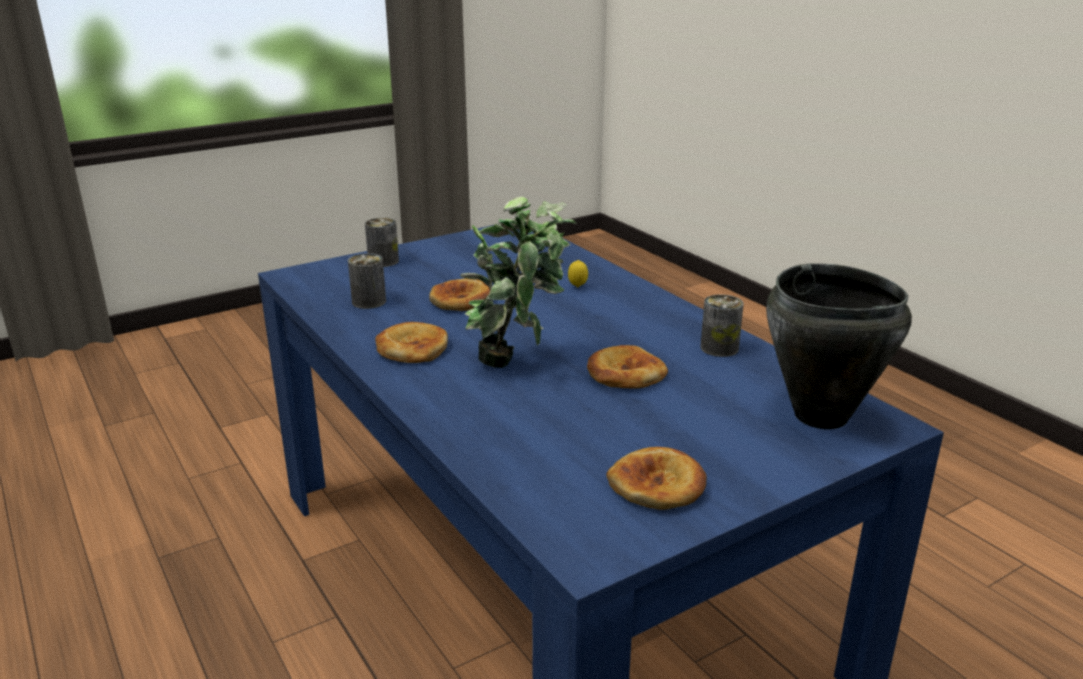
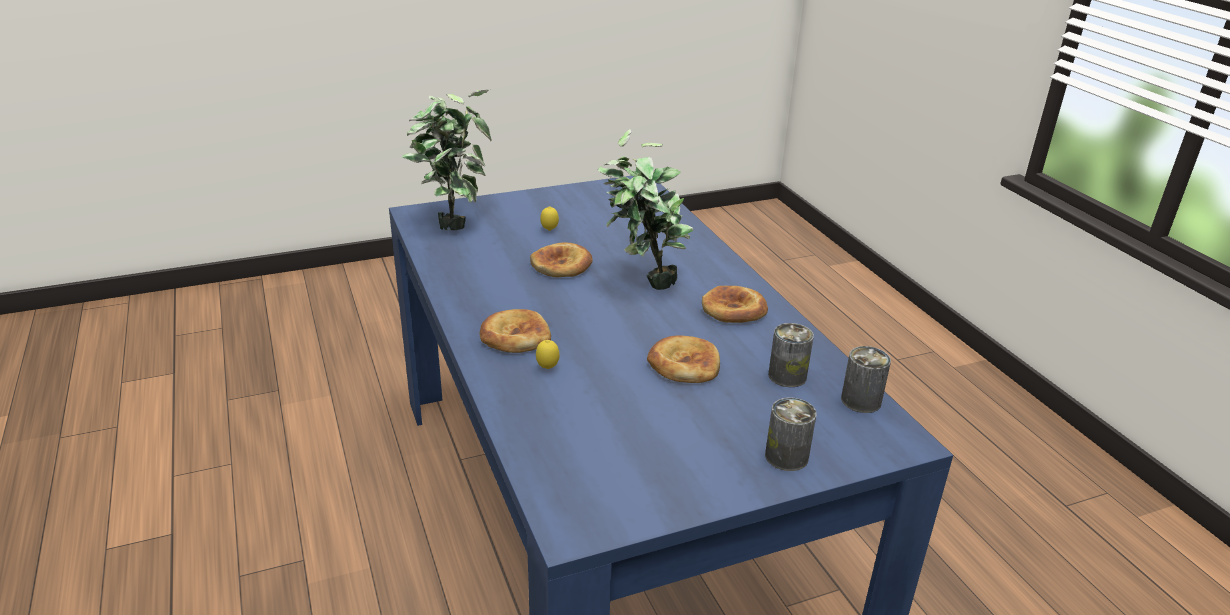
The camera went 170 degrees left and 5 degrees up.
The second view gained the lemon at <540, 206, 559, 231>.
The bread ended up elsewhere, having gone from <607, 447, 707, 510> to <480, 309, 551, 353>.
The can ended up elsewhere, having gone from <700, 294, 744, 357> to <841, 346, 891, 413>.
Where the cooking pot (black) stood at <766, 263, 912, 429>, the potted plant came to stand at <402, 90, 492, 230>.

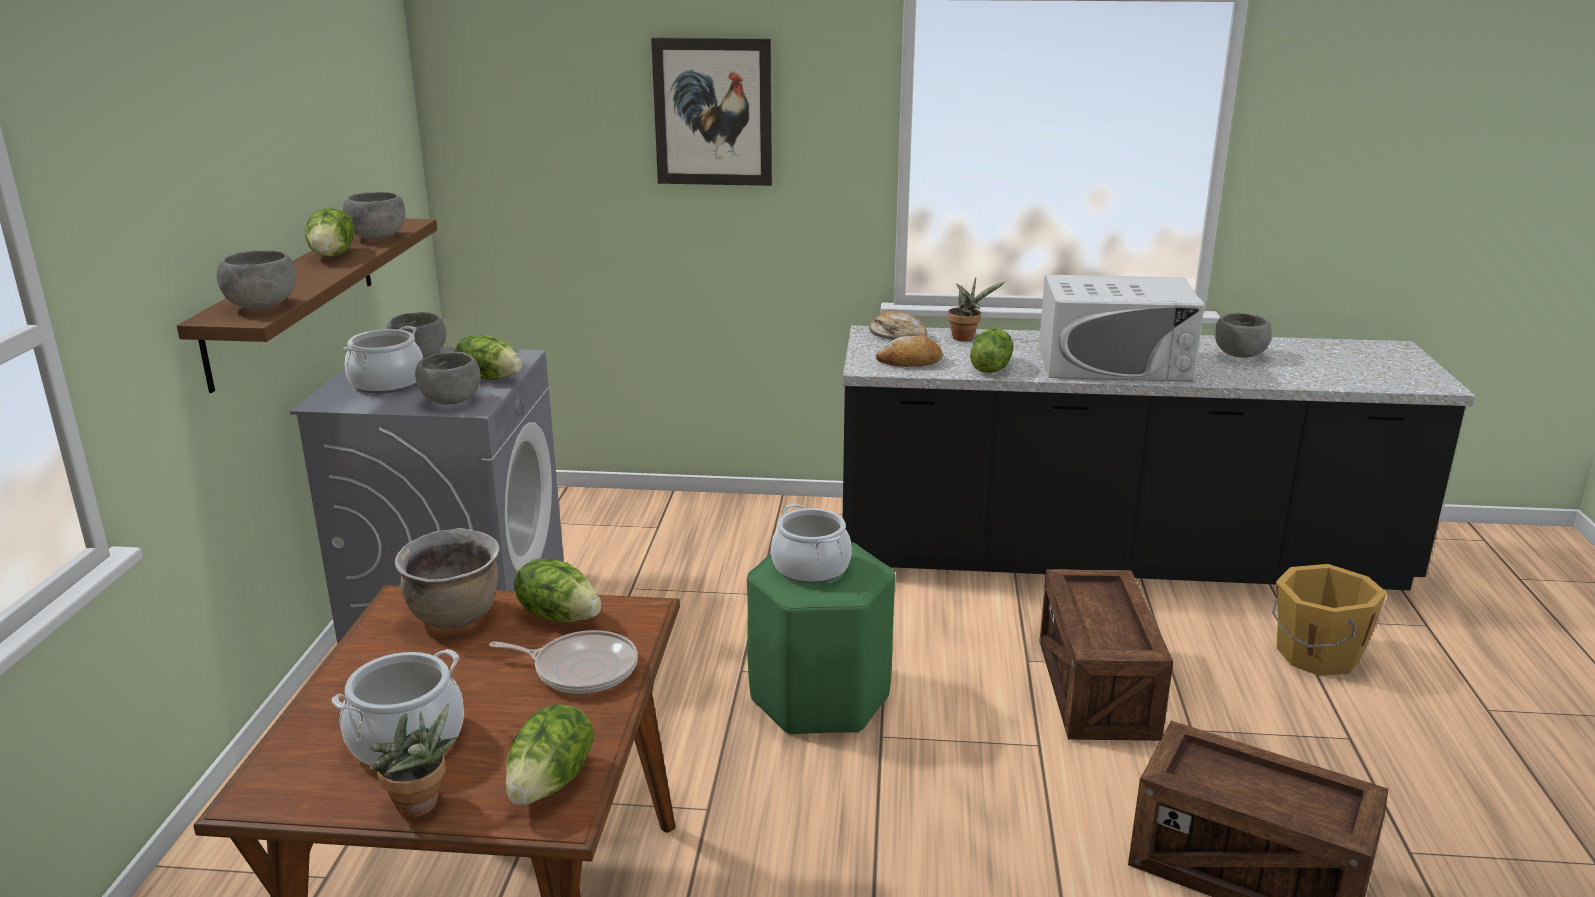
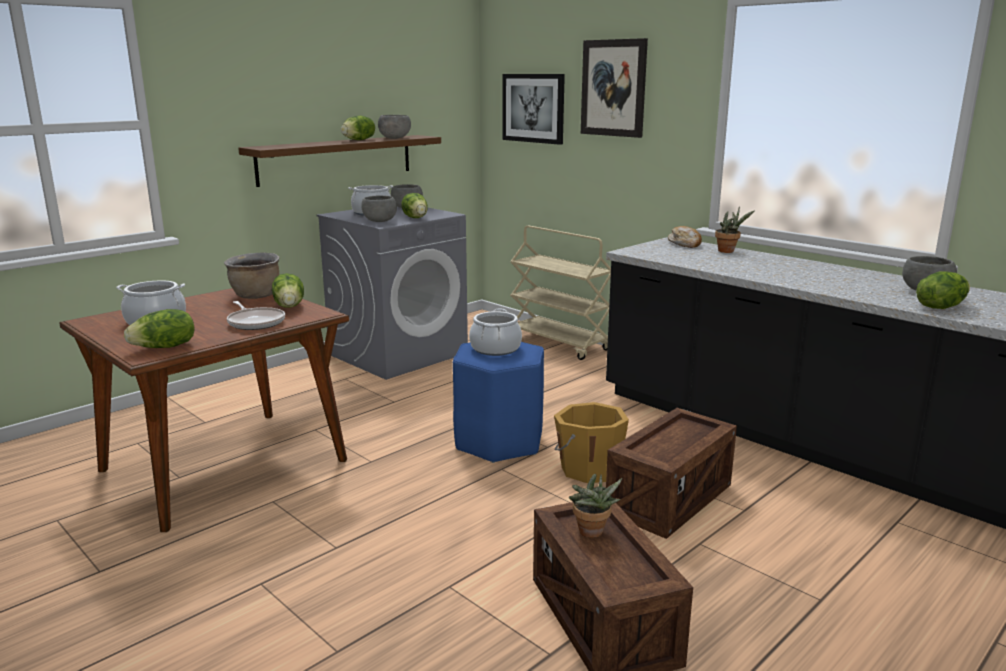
The camera went 40 degrees right and 5 degrees down.
The second view lost the bowl (grey) at <217, 250, 296, 309>.
The second view lost the bread at <876, 336, 943, 367>.
The second view lost the microwave (white) at <1039, 275, 1204, 382>.
The second view gained the picture at <502, 74, 565, 145>.
The second view gained the cart (beige) at <510, 225, 611, 360>.
The potted plant ended up elsewhere, having gone from <370, 703, 457, 817> to <569, 474, 622, 538>.
The lettuce ended up elsewhere, having gone from <970, 328, 1013, 373> to <916, 272, 970, 309>.
The bucket (orange) ended up elsewhere, having gone from <1272, 564, 1387, 676> to <554, 402, 629, 483>.
What was the stool (green) at <747, 542, 895, 735> turned into the stool (blue) at <453, 342, 544, 463>.

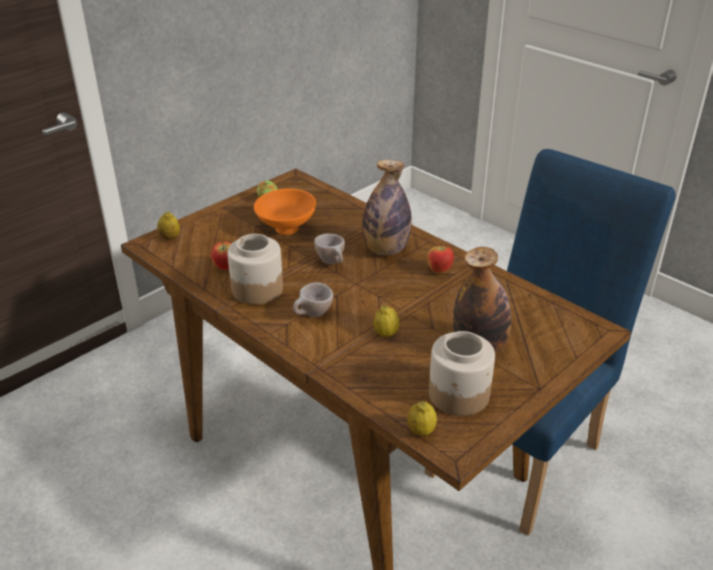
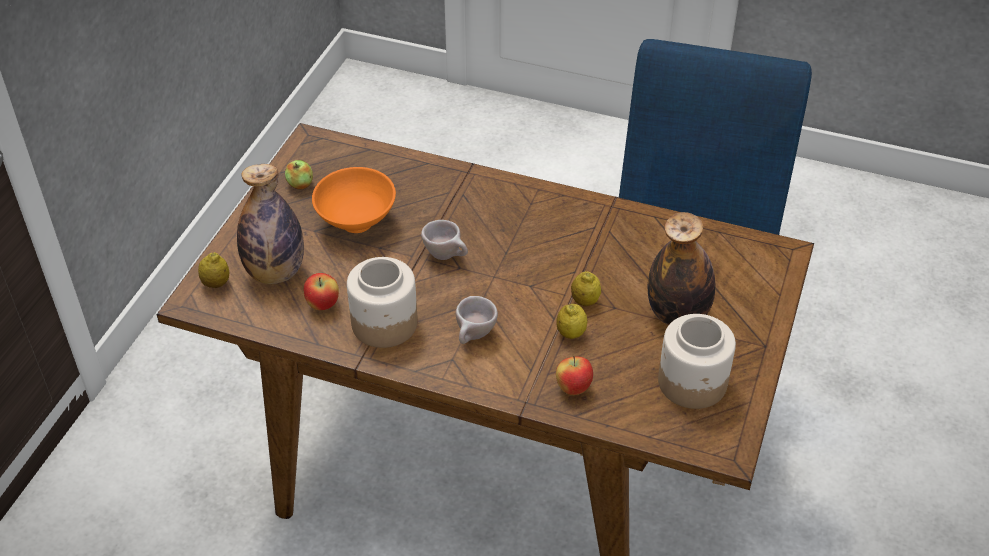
The camera went 25 degrees left and 10 degrees up.
The bottle ended up elsewhere, having gone from <362, 160, 412, 255> to <237, 164, 304, 284>.
The lemon ended up elsewhere, having gone from <407, 401, 437, 436> to <571, 271, 601, 306>.
The apple ended up elsewhere, having gone from <427, 242, 454, 274> to <556, 356, 593, 395>.

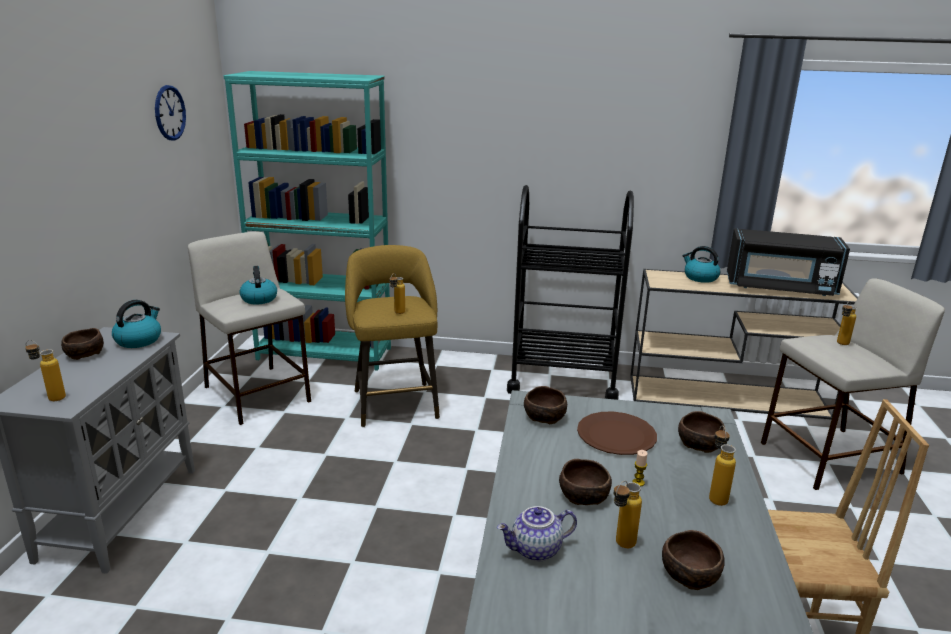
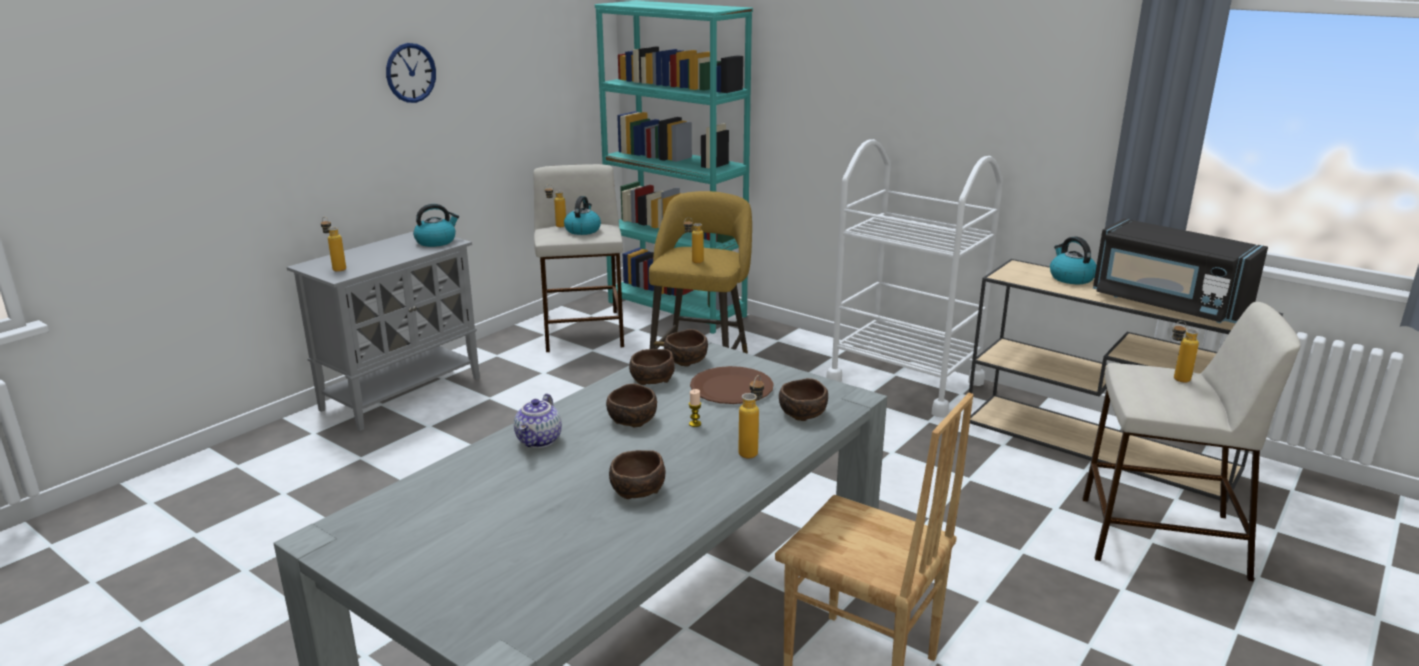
The camera went 30 degrees right and 0 degrees up.
The bowl (brown) ended up elsewhere, having gone from <61, 328, 104, 360> to <629, 349, 675, 385>.
The wall clock ended up elsewhere, having gone from <155, 85, 186, 140> to <386, 43, 436, 103>.
The bottle ended up elsewhere, having gone from <614, 481, 642, 548> to <544, 185, 566, 227>.
What was the cart (black) at <507, 185, 634, 400> turned into the cart (white) at <826, 139, 1003, 418>.
The teapot at <497, 506, 577, 562> ended up facing another way, 90 degrees counterclockwise from before.

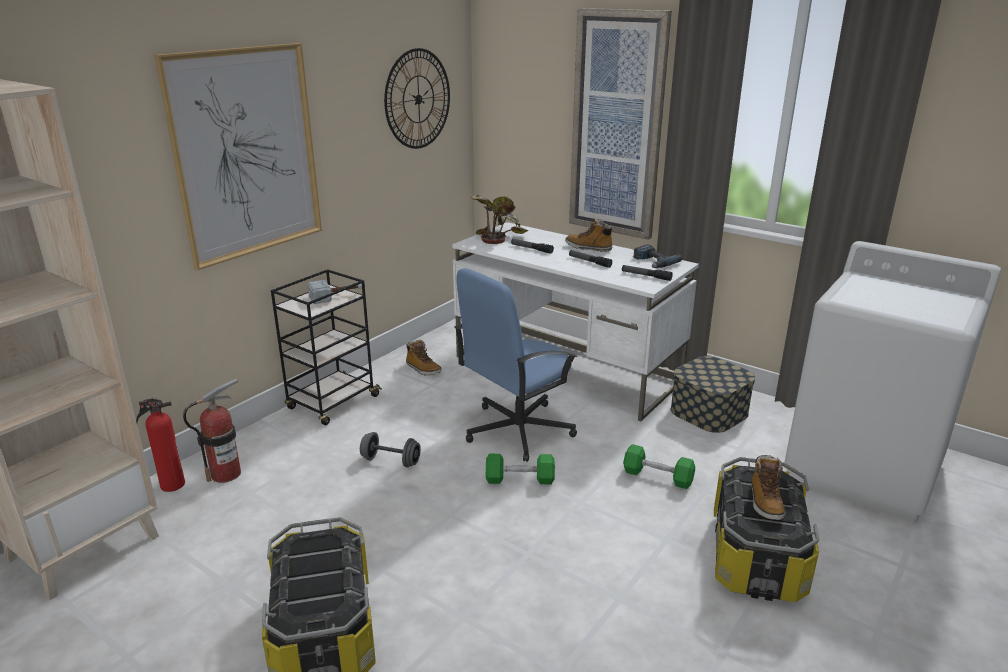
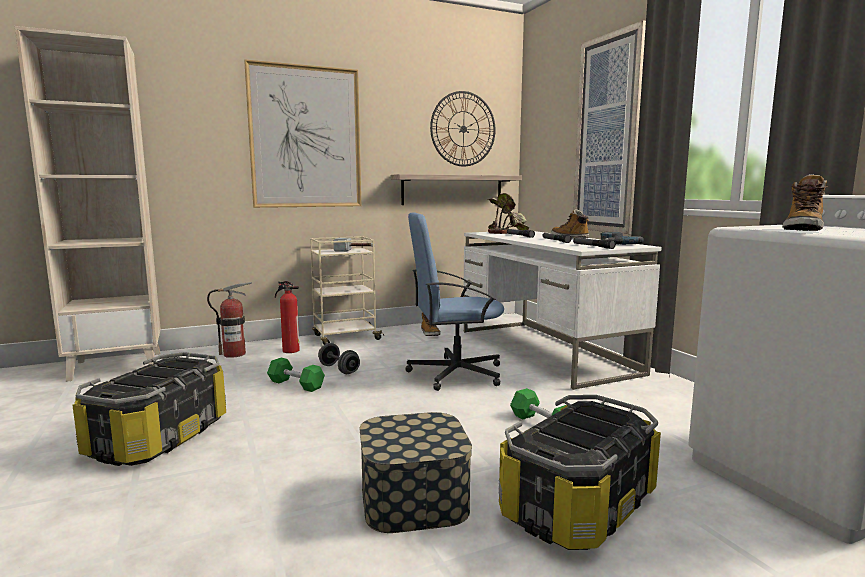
The camera went 30 degrees right and 15 degrees down.
The second view gained the shelf at <391, 174, 522, 205>.
The fire extinguisher ended up elsewhere, having gone from <136, 398, 185, 492> to <275, 281, 300, 353>.
The dumbbell (green) ended up elsewhere, having gone from <486, 454, 555, 484> to <267, 358, 325, 392>.
The storage box ended up elsewhere, having gone from <671, 356, 755, 433> to <359, 412, 472, 533>.
The boot ended up elsewhere, having gone from <751, 455, 786, 520> to <782, 174, 827, 231>.
What was the cart (black) at <271, 269, 382, 425> turned into the cart (beige) at <310, 236, 384, 345>.

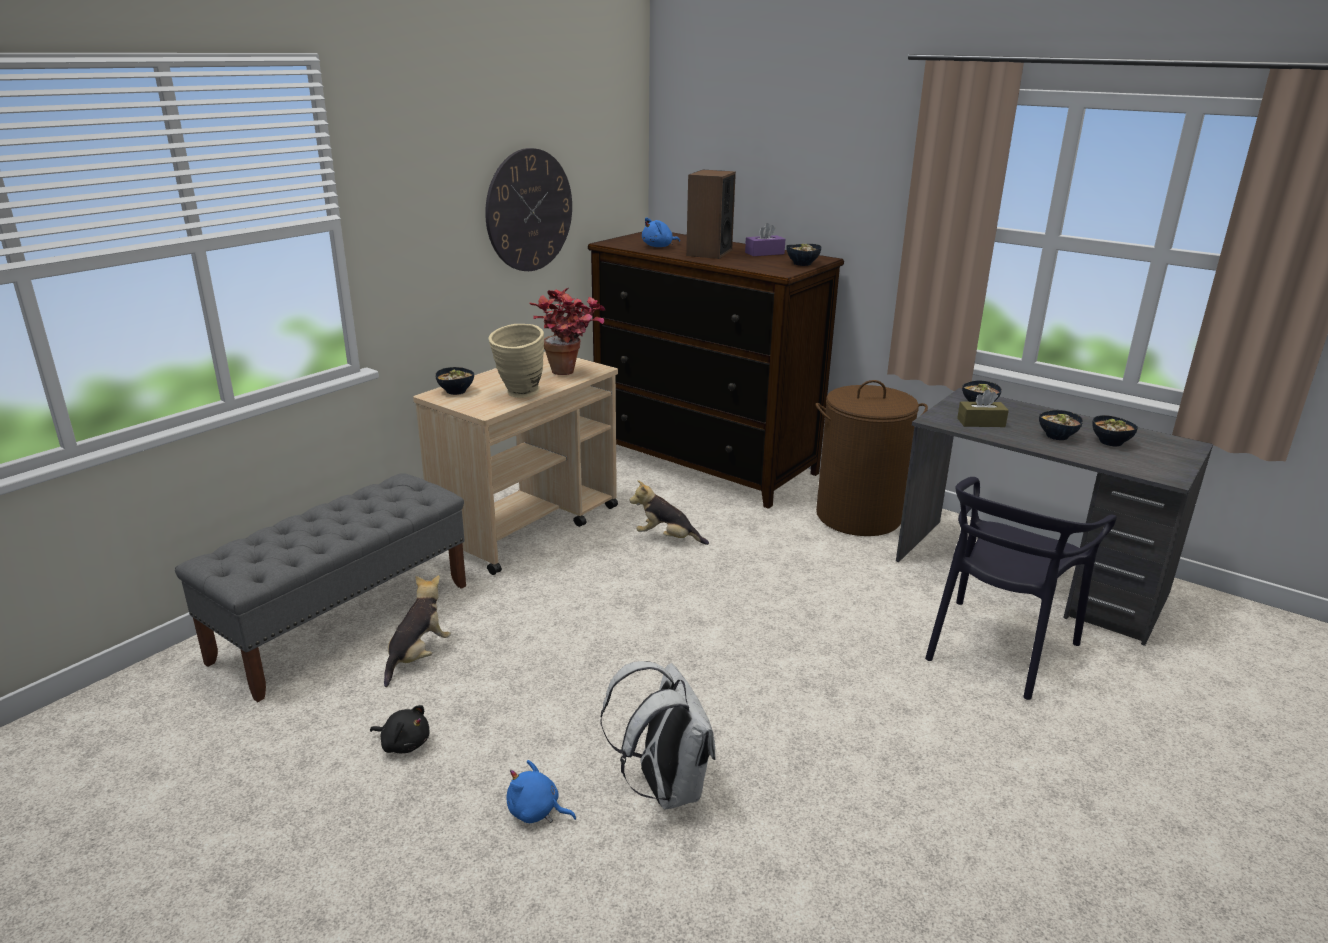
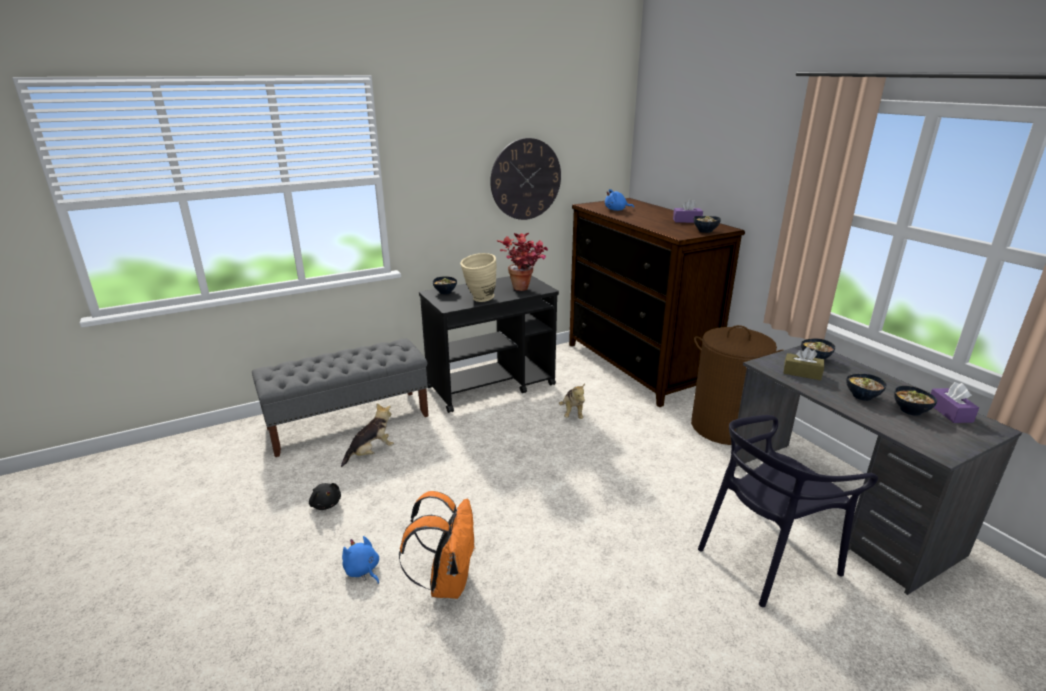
The camera went 25 degrees right and 0 degrees up.
The second view lost the speaker at <686, 170, 736, 259>.
The second view gained the tissue box (purple) at <931, 382, 979, 423>.
What was the cart (beige) at <413, 351, 618, 575> turned into the cart (black) at <419, 275, 559, 413>.
What was the backpack (white) at <601, 661, 715, 810> turned into the backpack (orange) at <399, 491, 476, 599>.
The plush toy at <630, 480, 709, 545> ended up facing another way, 135 degrees counterclockwise from before.

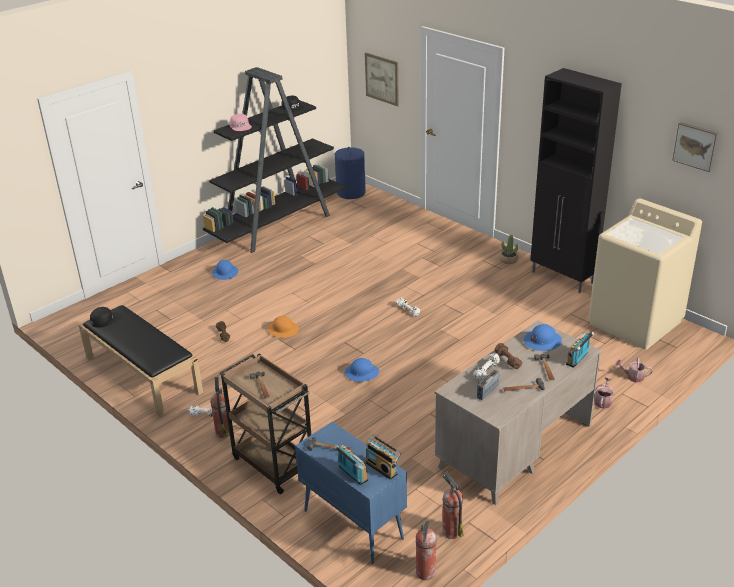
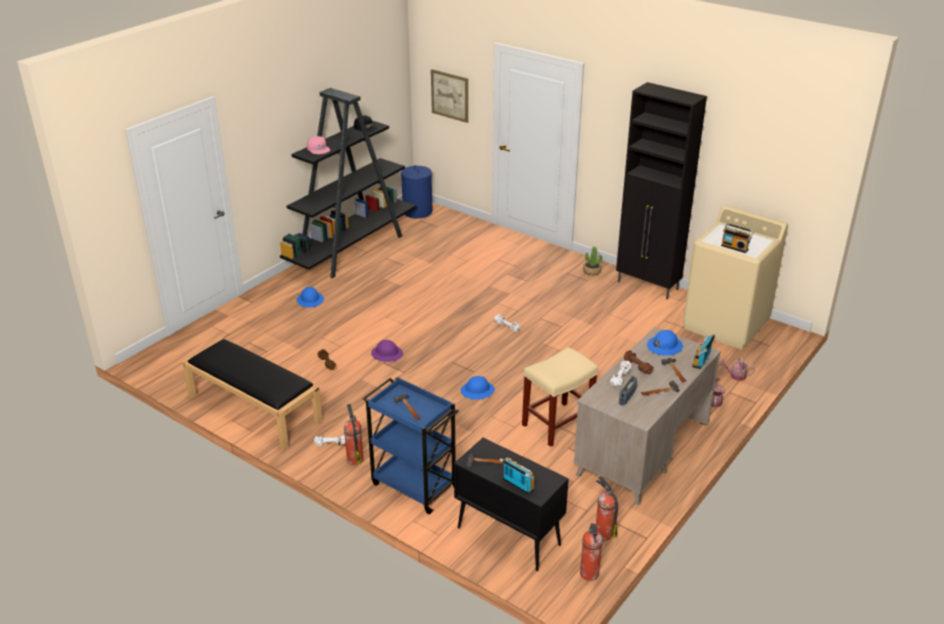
The camera went 10 degrees left and 0 degrees up.
The second view lost the cap (black) at <90, 307, 121, 328>.
The second view lost the picture at <672, 122, 719, 172>.
The second view gained the stool (beige) at <522, 347, 598, 447>.
The radio ended up elsewhere, having gone from <366, 435, 401, 480> to <721, 223, 754, 253>.
What was the cart (brown) at <220, 353, 311, 494> turned into the cart (blue) at <363, 377, 459, 514>.
What was the hard hat (orange) at <268, 316, 299, 338> turned into the hard hat (purple) at <371, 340, 403, 362>.
What was the cabinet (blue) at <295, 422, 407, 564> turned into the cabinet (black) at <454, 438, 569, 571>.

